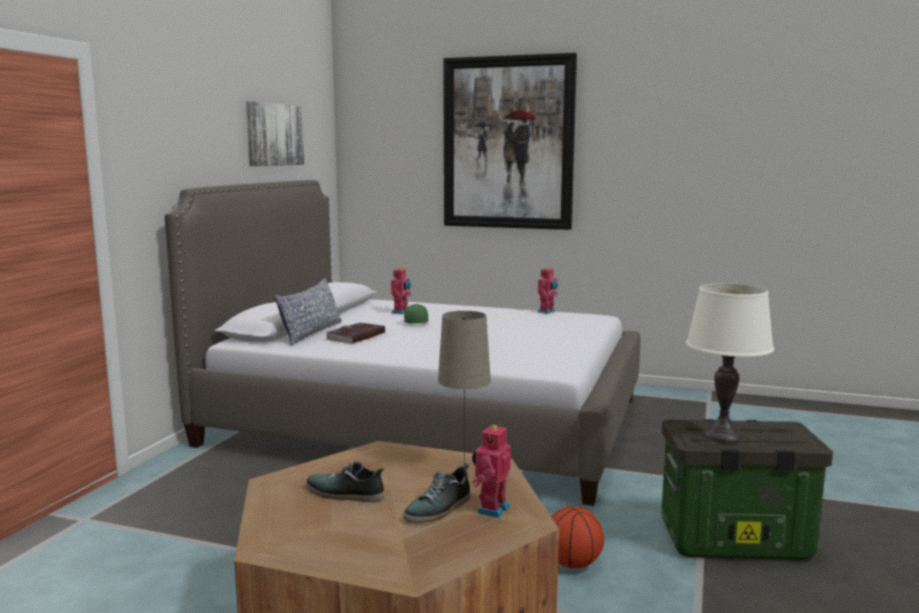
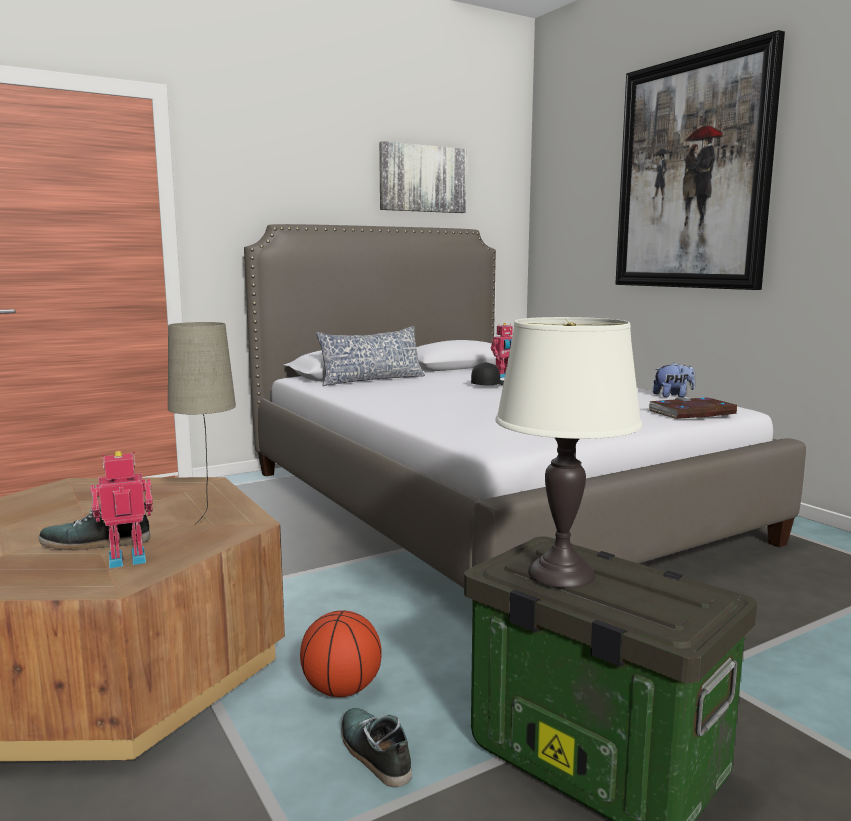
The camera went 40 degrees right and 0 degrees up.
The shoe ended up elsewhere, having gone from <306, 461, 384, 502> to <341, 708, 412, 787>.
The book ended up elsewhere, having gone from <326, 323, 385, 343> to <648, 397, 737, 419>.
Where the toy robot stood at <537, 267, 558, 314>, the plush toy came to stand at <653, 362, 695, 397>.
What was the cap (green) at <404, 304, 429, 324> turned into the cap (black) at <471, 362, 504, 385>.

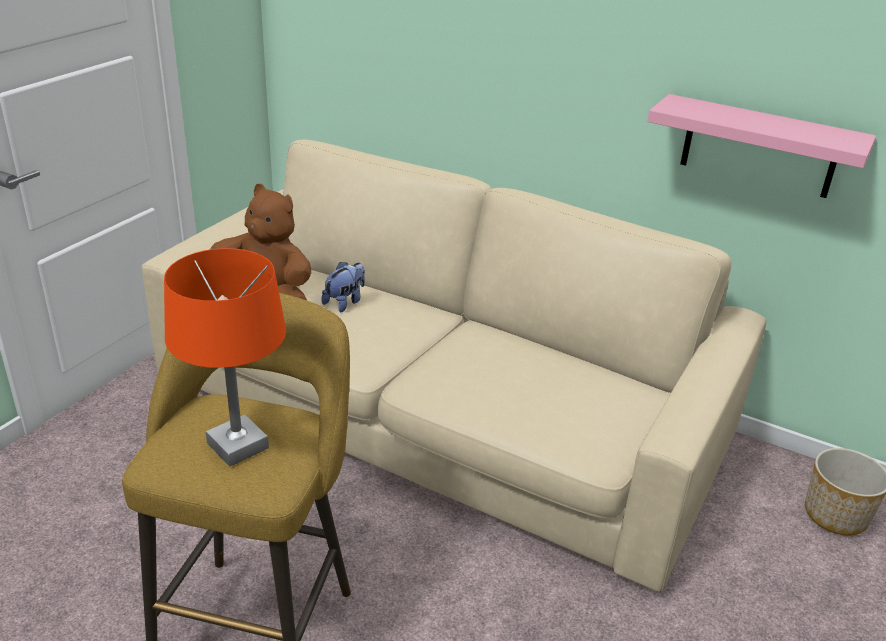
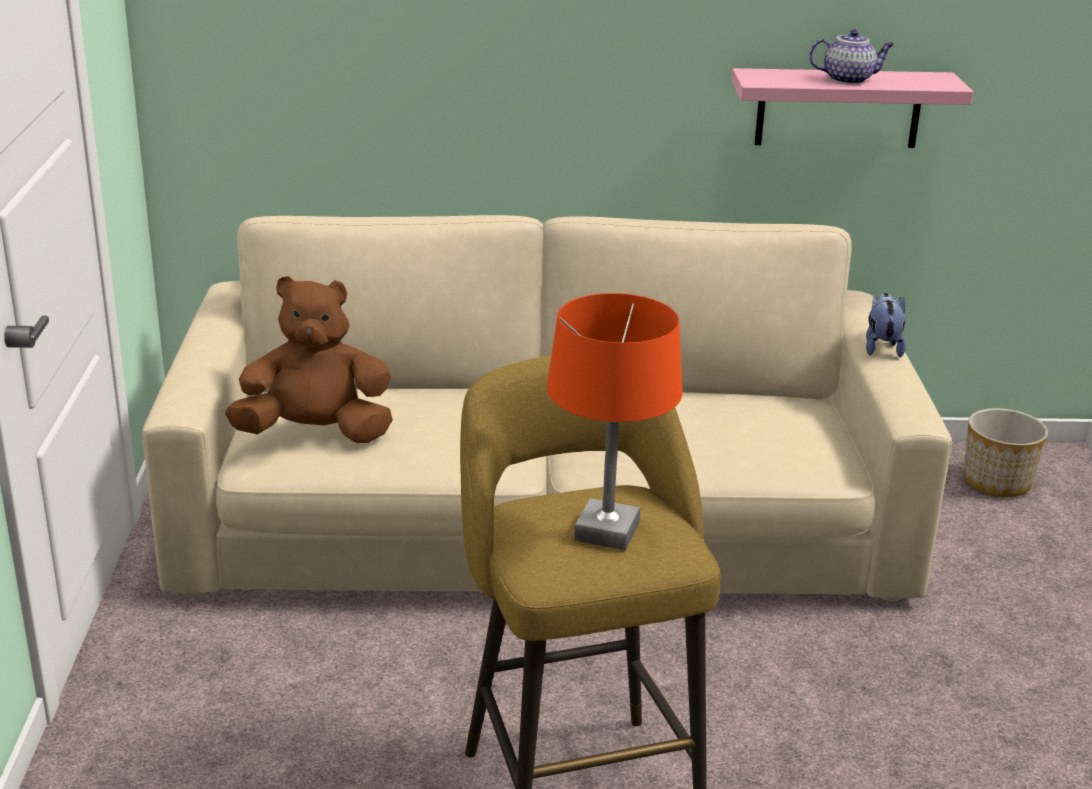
The camera went 30 degrees left and 5 degrees down.
The second view gained the teapot at <809, 30, 895, 84>.
The plush toy ended up elsewhere, having gone from <322, 262, 365, 312> to <866, 293, 906, 357>.

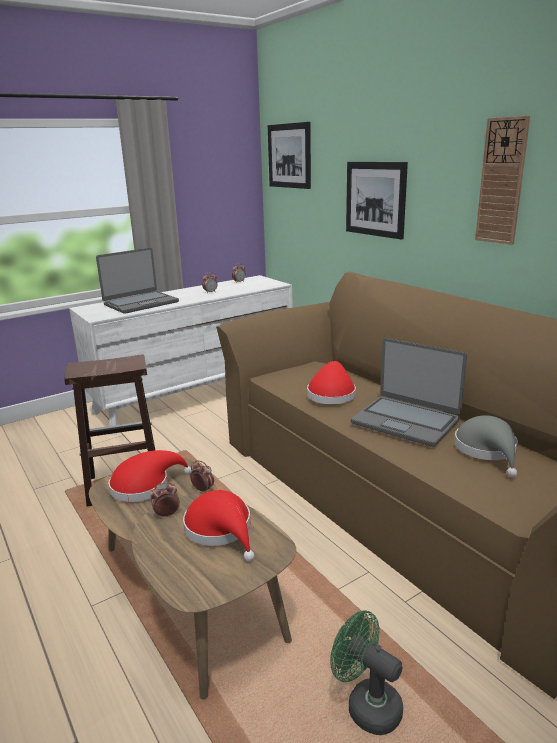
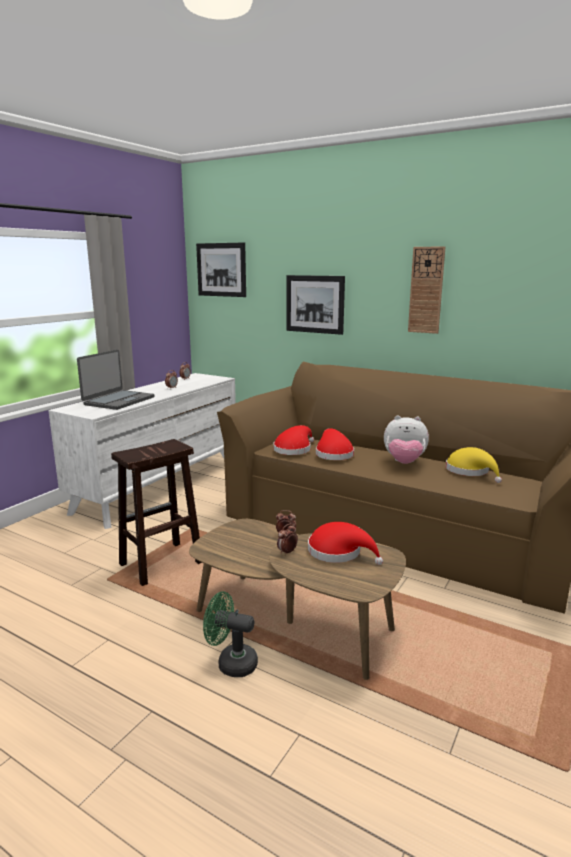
The camera went 25 degrees left and 5 degrees down.
The hat (red) ended up elsewhere, having gone from <109, 450, 192, 502> to <273, 425, 314, 455>.
The fan (green) ended up elsewhere, having gone from <330, 610, 403, 735> to <203, 591, 258, 677>.
Where the laptop stood at <351, 338, 467, 447>, the plush toy came to stand at <384, 415, 429, 464>.
What was the hat (grey) at <454, 415, 518, 477> turned into the hat (yellow) at <446, 447, 502, 483>.

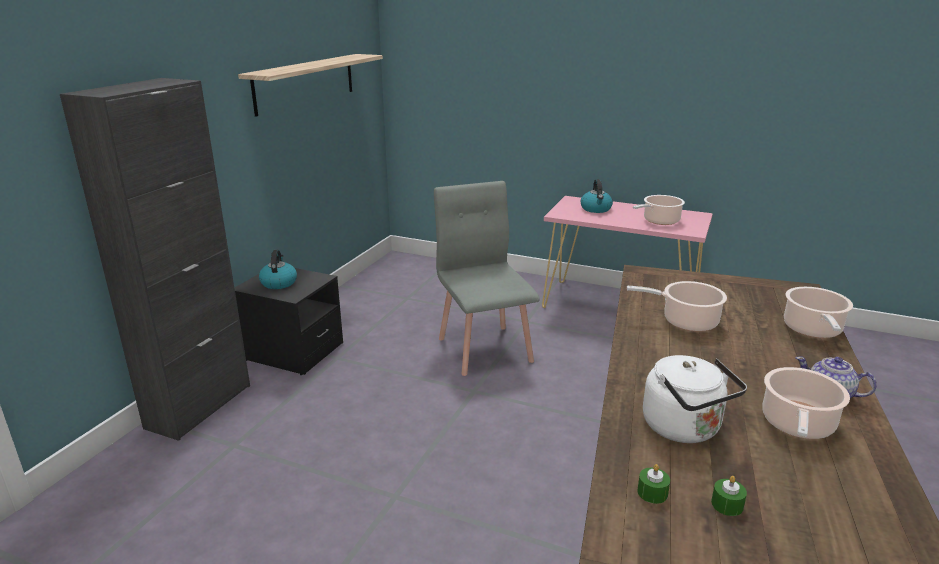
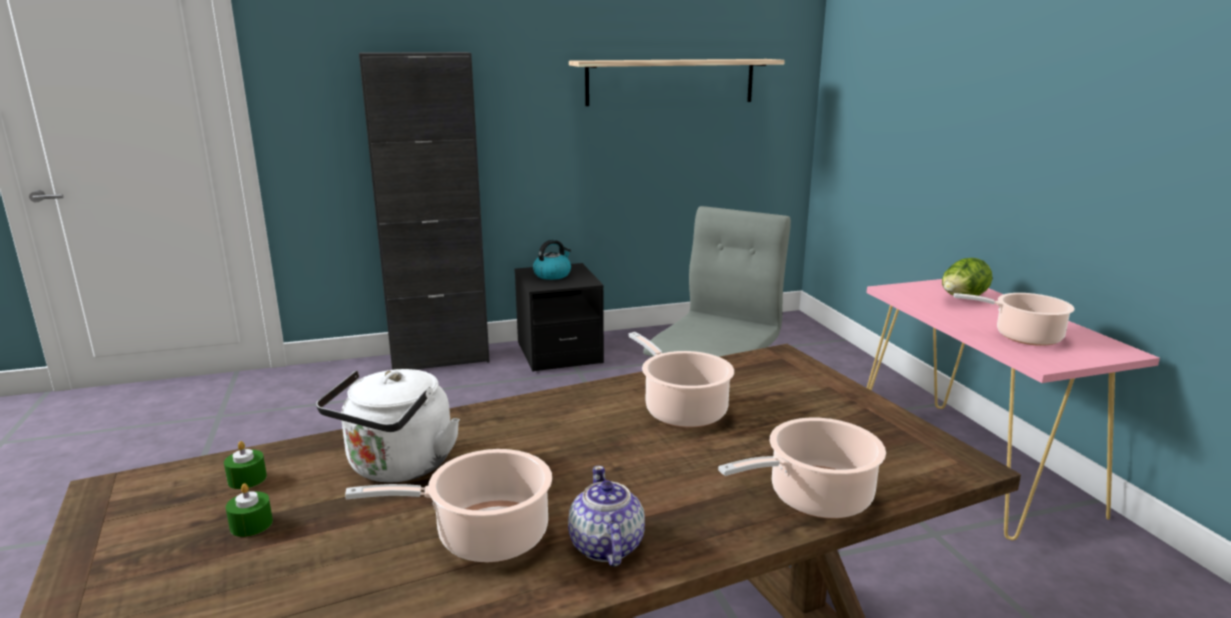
The camera went 50 degrees right and 5 degrees down.
Where the kettle stood at <581, 179, 613, 213>, the lettuce came to stand at <942, 258, 992, 296>.

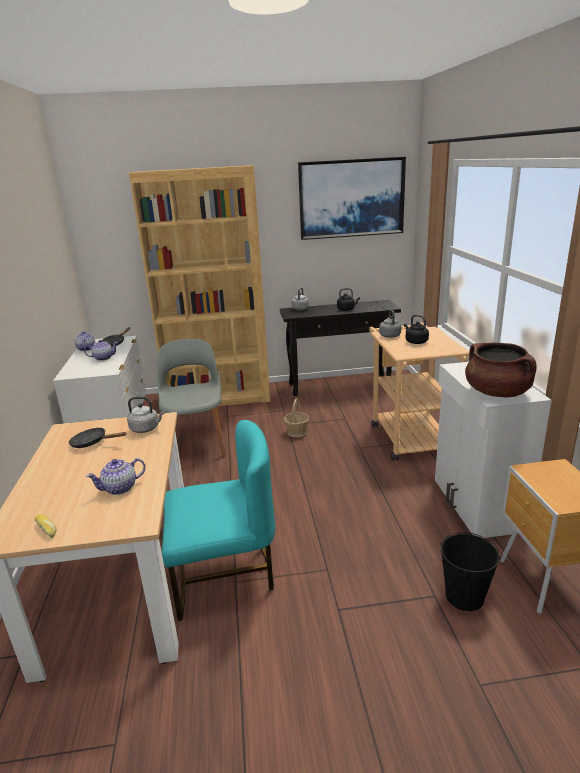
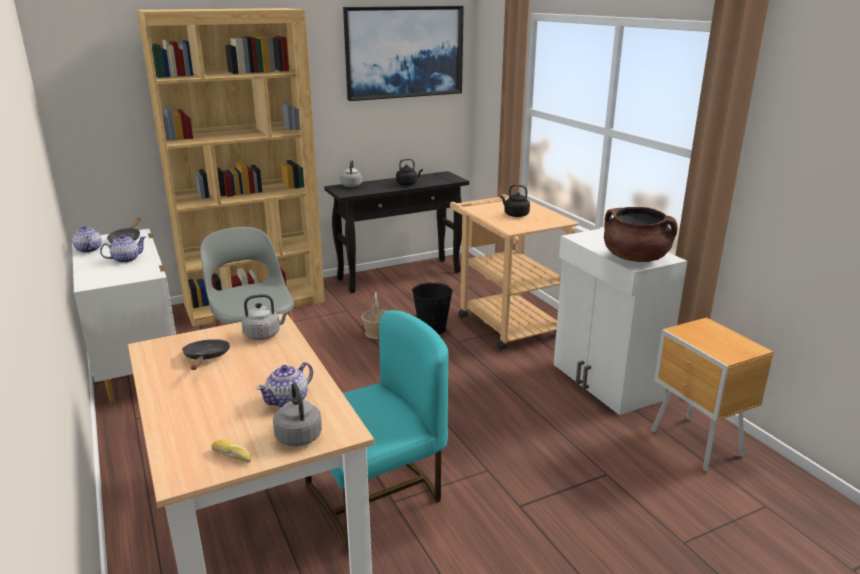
The camera went 20 degrees left and 0 degrees up.
The kettle (grey) ended up elsewhere, having gone from <379, 309, 401, 338> to <273, 382, 322, 446>.
The bucket (black) ended up elsewhere, having gone from <440, 532, 501, 611> to <412, 282, 453, 334>.
The frying pan (black) at <69, 427, 126, 448> ended up facing another way, 90 degrees clockwise from before.

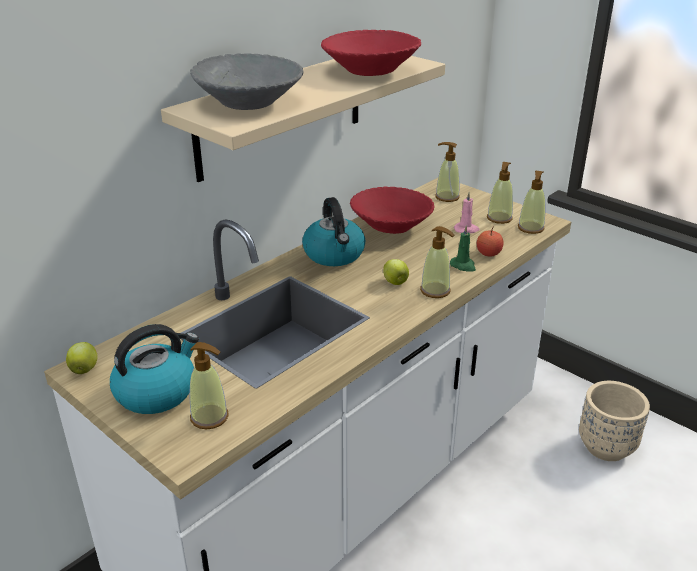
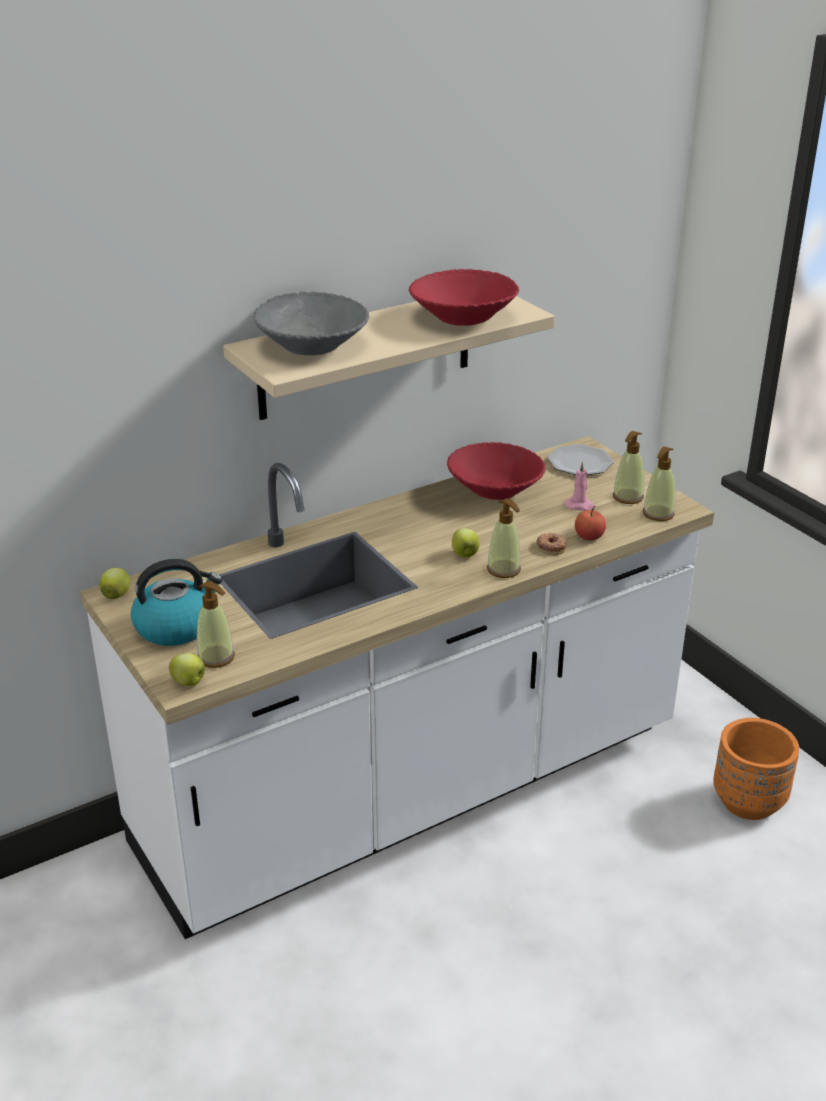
The camera went 15 degrees right and 0 degrees up.
The second view lost the kettle at <302, 197, 365, 266>.
The second view gained the apple at <169, 653, 205, 686>.
Where the soap dispenser stood at <435, 142, 460, 202>, the plate came to stand at <547, 444, 614, 475>.
Where the candle (green) stood at <450, 225, 476, 272>, the donut came to stand at <536, 533, 567, 555>.
What was the planter (beige) at <579, 381, 650, 461> turned into the planter (orange) at <713, 718, 799, 820>.

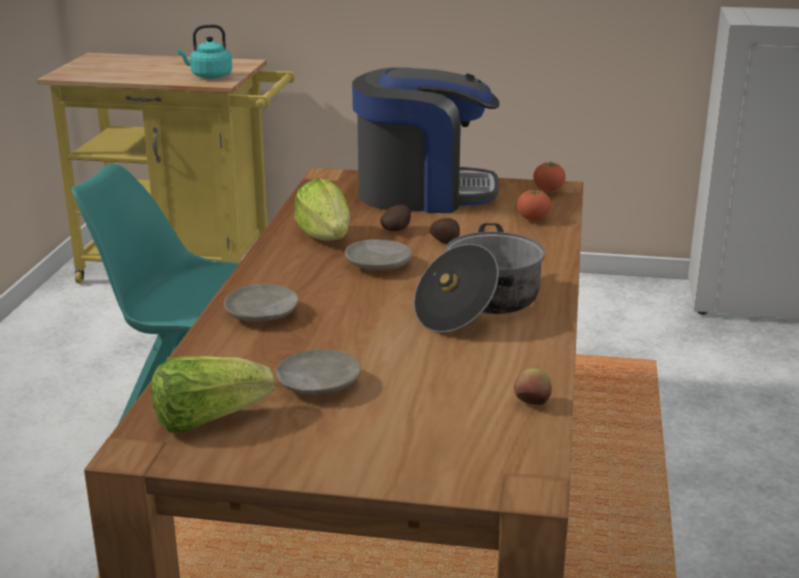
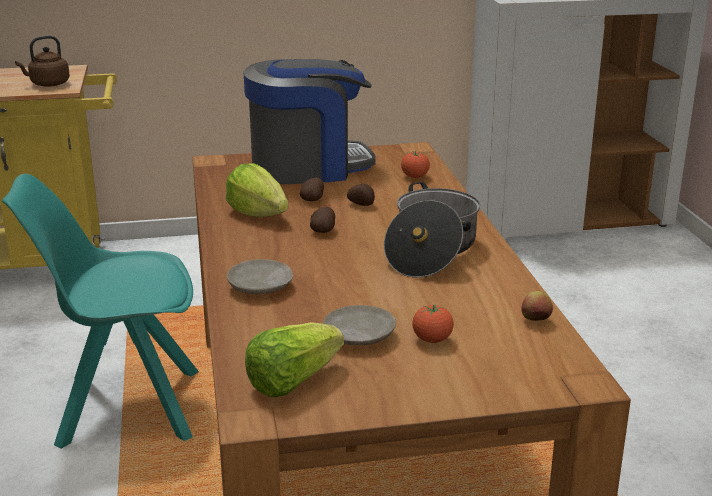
The camera went 20 degrees left and 0 degrees up.
The tomato ended up elsewhere, having gone from <533, 161, 566, 191> to <412, 304, 454, 343>.
Where the plate (beige) stood at <345, 239, 412, 271>, the potato came to stand at <310, 207, 335, 233>.
What was the kettle (turquoise) at <177, 24, 232, 79> turned into the kettle (brown) at <15, 36, 70, 87>.

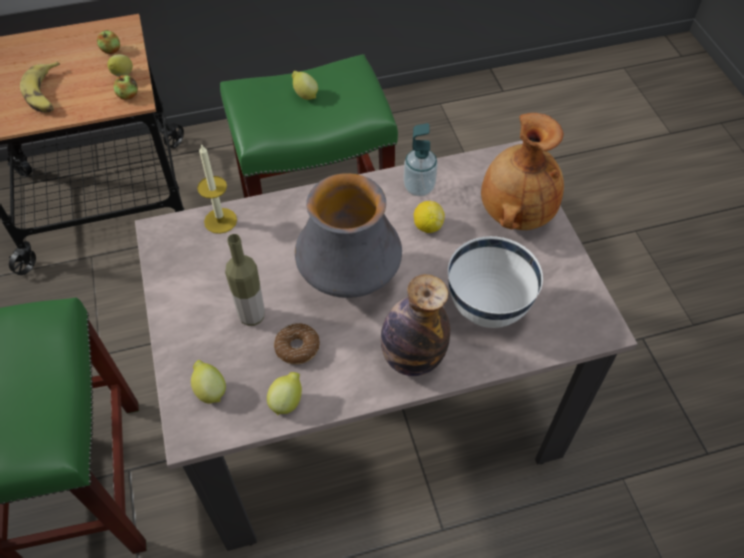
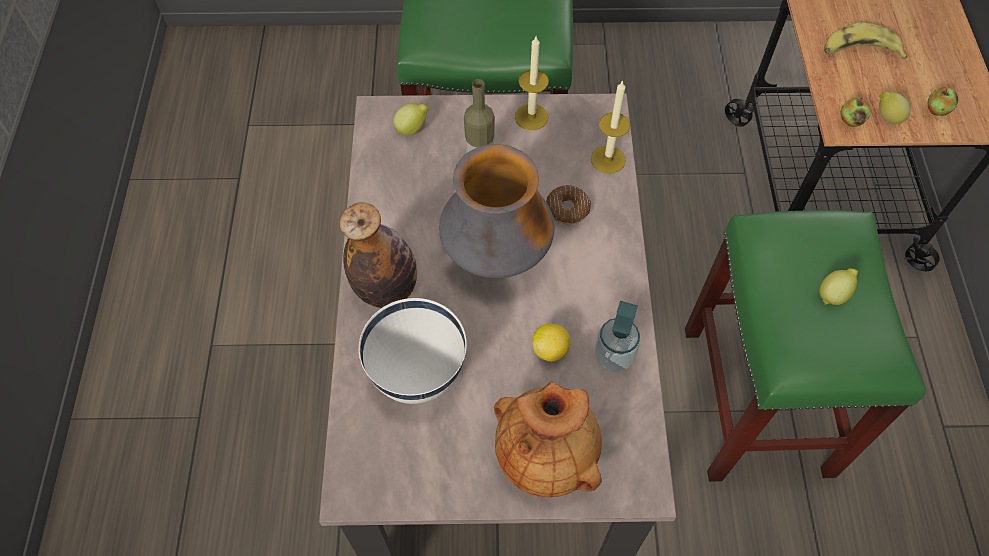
The camera went 105 degrees right and 5 degrees up.
The second view lost the lemon at <267, 372, 302, 416>.
The second view gained the candle at <515, 37, 549, 130>.
The donut ended up elsewhere, having gone from <274, 323, 320, 364> to <546, 185, 591, 225>.

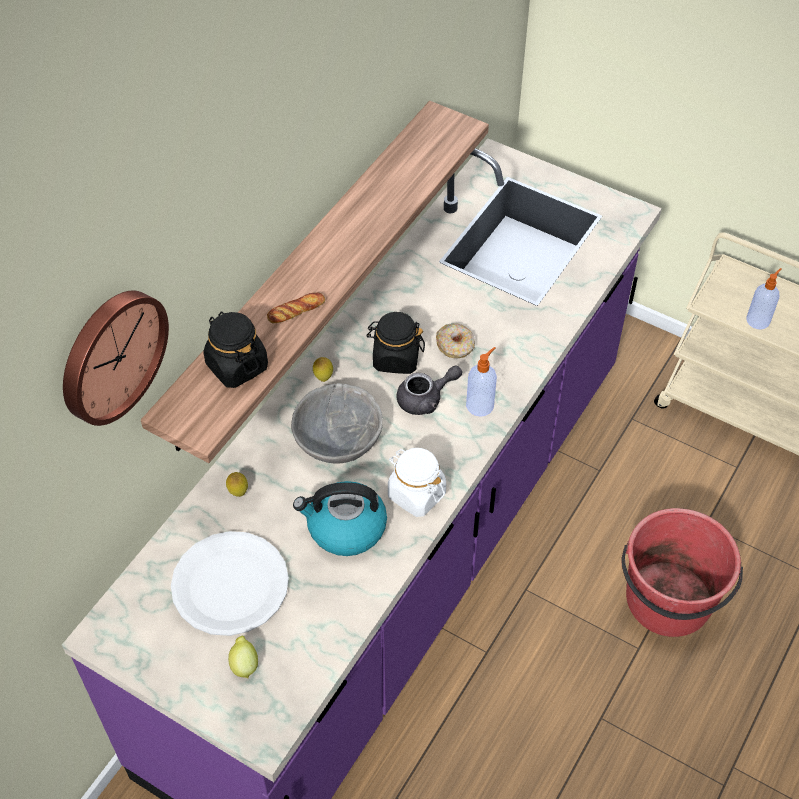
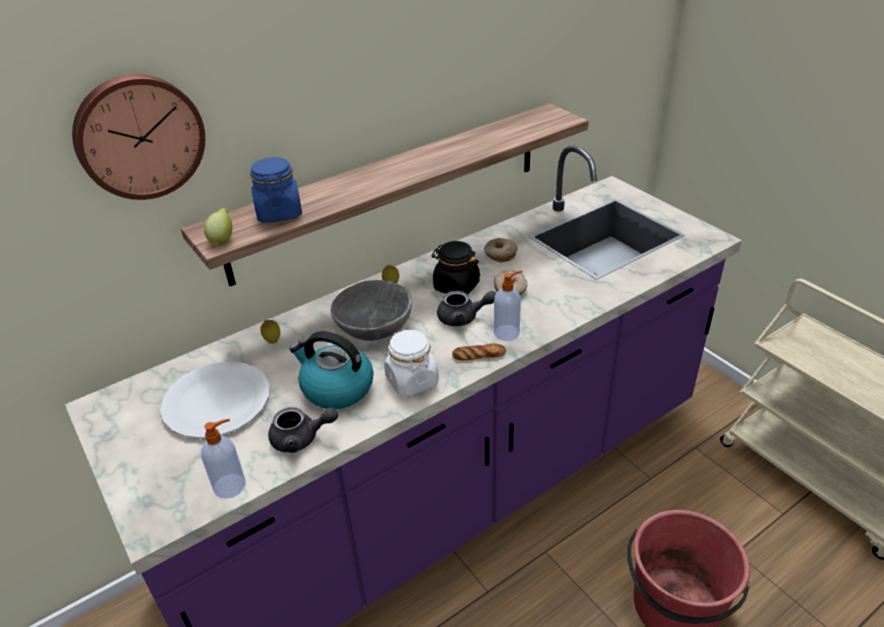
The camera went 25 degrees right and 15 degrees down.
The second view gained the teapot (grey) at <268, 407, 338, 453>.
The second view gained the donut at <484, 238, 518, 263>.
The lemon ended up elsewhere, having gone from <228, 635, 258, 678> to <204, 208, 232, 246>.
The bread ended up elsewhere, having gone from <267, 293, 325, 323> to <452, 343, 506, 360>.
The soap dispenser ended up elsewhere, having gone from <747, 268, 781, 329> to <201, 419, 246, 499>.
What was the jar (black) at <203, 311, 268, 388> turned into the jar (blue) at <250, 157, 302, 223>.

